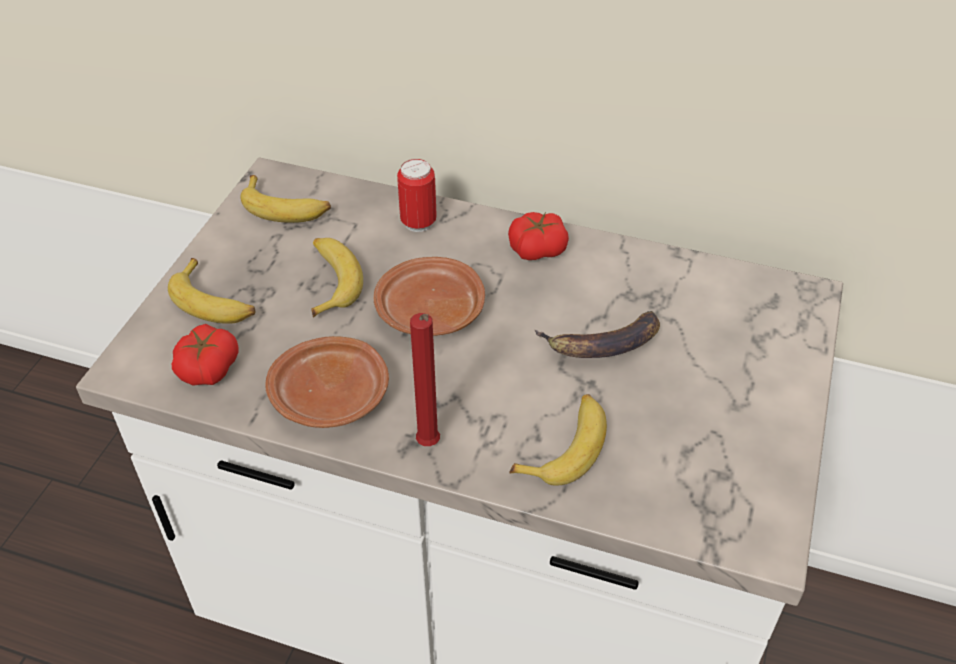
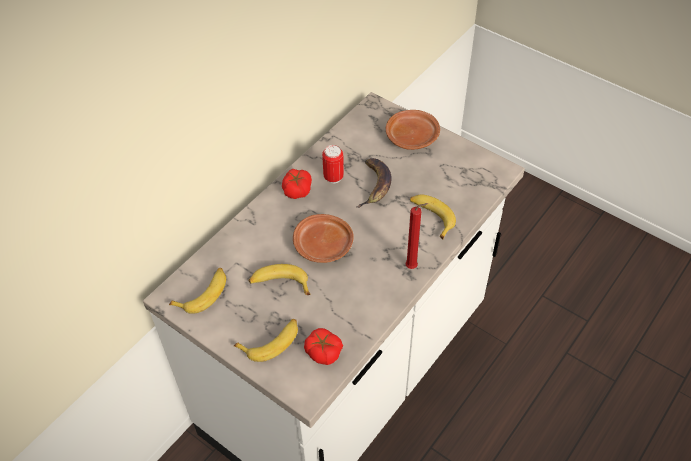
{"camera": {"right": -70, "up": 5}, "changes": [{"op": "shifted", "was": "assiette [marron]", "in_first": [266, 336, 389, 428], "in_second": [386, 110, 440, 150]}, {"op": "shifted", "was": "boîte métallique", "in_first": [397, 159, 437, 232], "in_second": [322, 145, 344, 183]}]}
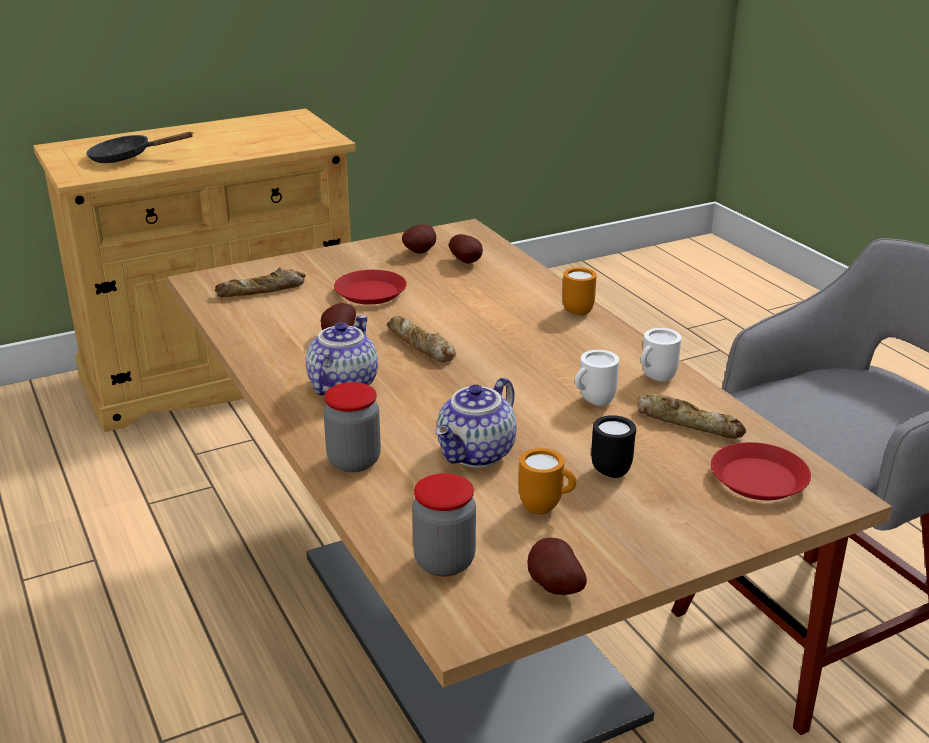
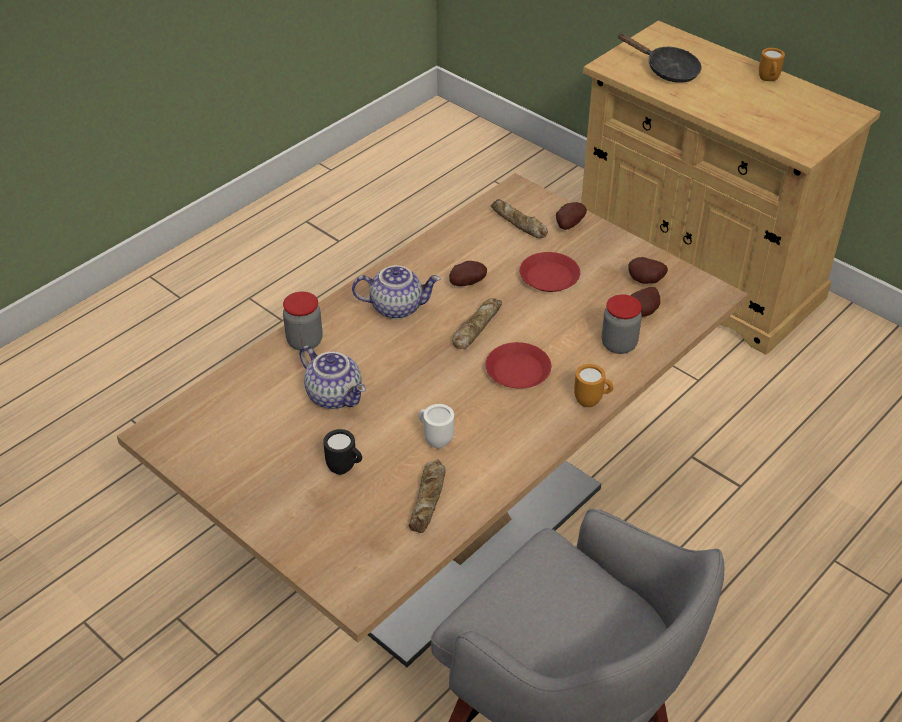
{"camera": {"right": 70, "up": 15}, "changes": [{"op": "gone", "was": "mug [blanc]", "in_first": [641, 328, 681, 382]}, {"op": "shifted", "was": "bocal", "in_first": [412, 473, 476, 577], "in_second": [602, 294, 642, 354]}, {"op": "shifted", "was": "mug [orange]", "in_first": [519, 448, 576, 514], "in_second": [759, 48, 785, 81]}, {"op": "shifted", "was": "pomme de terre", "in_first": [528, 538, 587, 595], "in_second": [556, 202, 587, 230]}, {"op": "shifted", "was": "assiette [rouge]", "in_first": [711, 442, 811, 500], "in_second": [486, 342, 551, 389]}, {"op": "rotated", "was": "poêle [noir]", "in_first": [86, 132, 194, 163], "in_second": [618, 33, 701, 83], "clockwise": 150}, {"op": "rotated", "was": "théière", "in_first": [435, 377, 516, 468], "in_second": [300, 346, 366, 409], "clockwise": -150}]}
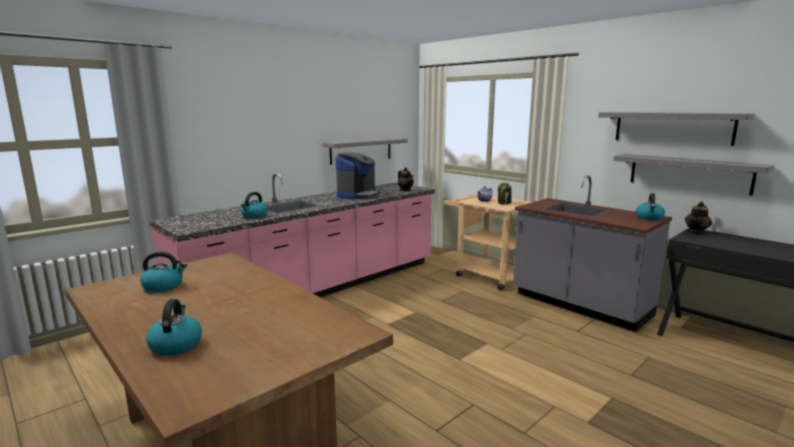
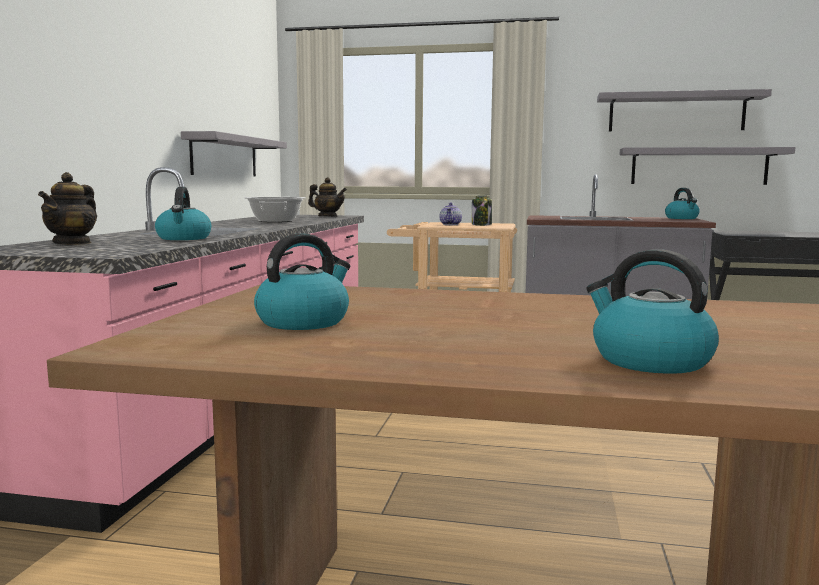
{"camera": {"right": -35, "up": -5}, "changes": [{"op": "shifted", "was": "théière", "in_first": [685, 201, 712, 235], "in_second": [38, 172, 97, 245]}, {"op": "swapped", "was": "machine à café", "now": "marmite", "in_first": [335, 153, 380, 200], "in_second": [245, 197, 305, 222]}]}
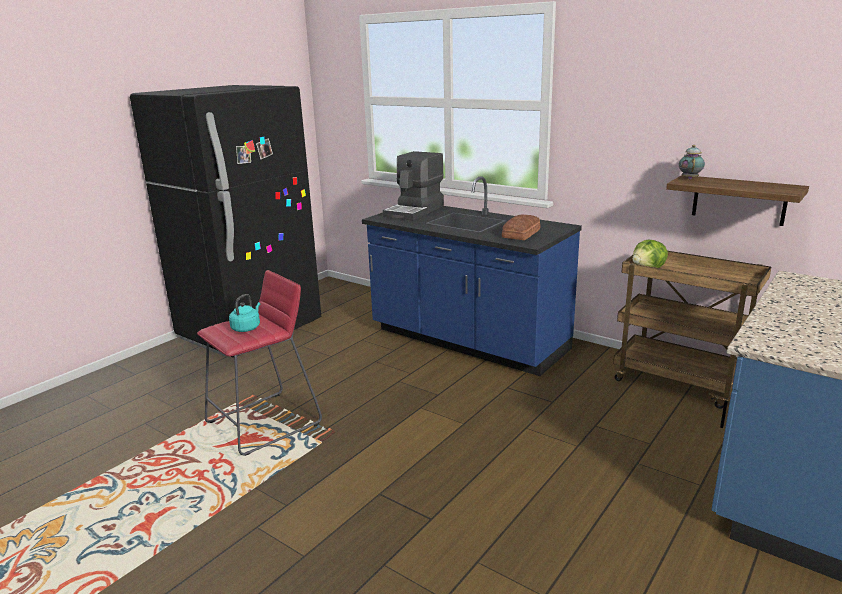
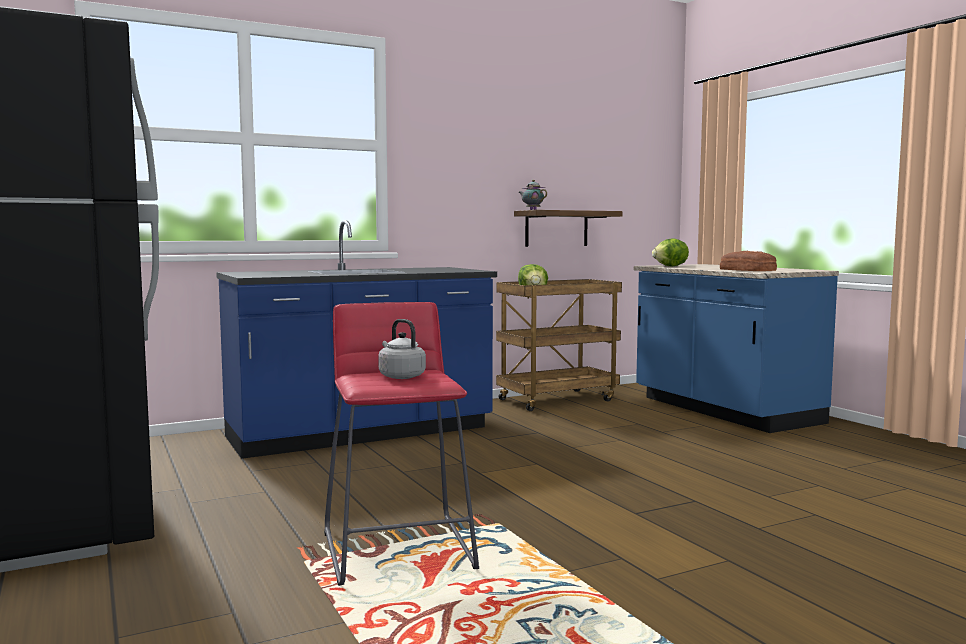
{"camera": {"right": -65, "up": -15}, "changes": [{"op": "gone", "was": "machine à café", "in_first": [383, 151, 444, 221]}, {"op": "new", "now": "laitue", "in_second": [652, 238, 689, 267]}, {"op": "shifted", "was": "pain", "in_first": [502, 215, 540, 240], "in_second": [720, 251, 777, 271]}, {"op": "repainted", "was": "bouilloire [turquoise]", "now": "bouilloire [gris]", "in_first": [229, 294, 260, 332], "in_second": [378, 319, 426, 379]}]}
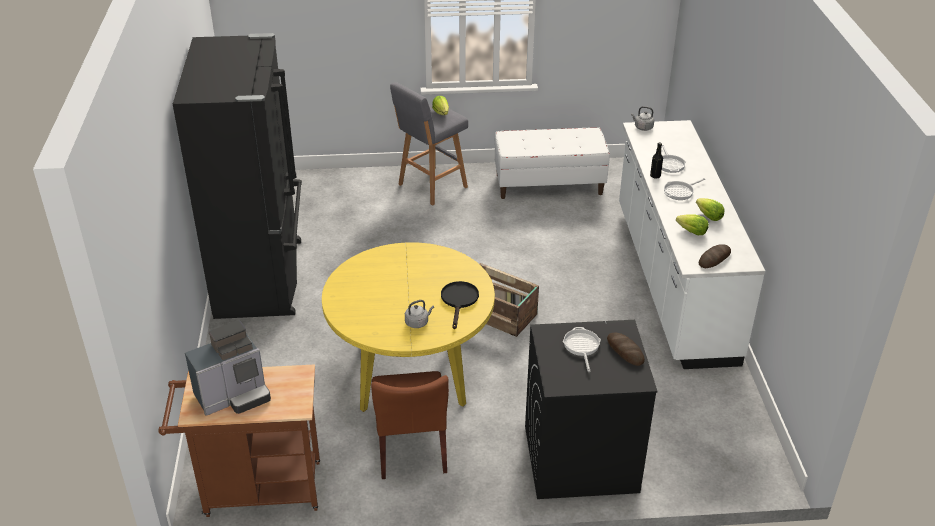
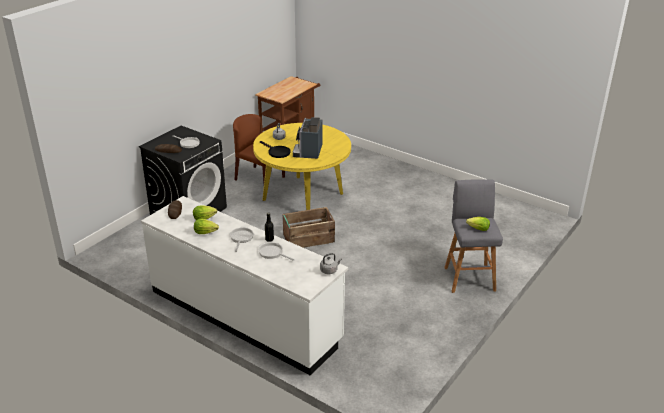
{"camera": {"right": 130, "up": -5}, "changes": [{"op": "gone", "was": "réfrigérateur [noir]", "in_first": [173, 33, 302, 319]}, {"op": "gone", "was": "banc [blanc]", "in_first": [495, 127, 610, 199]}, {"op": "shifted", "was": "machine à café", "in_first": [185, 320, 271, 416], "in_second": [293, 117, 323, 159]}]}
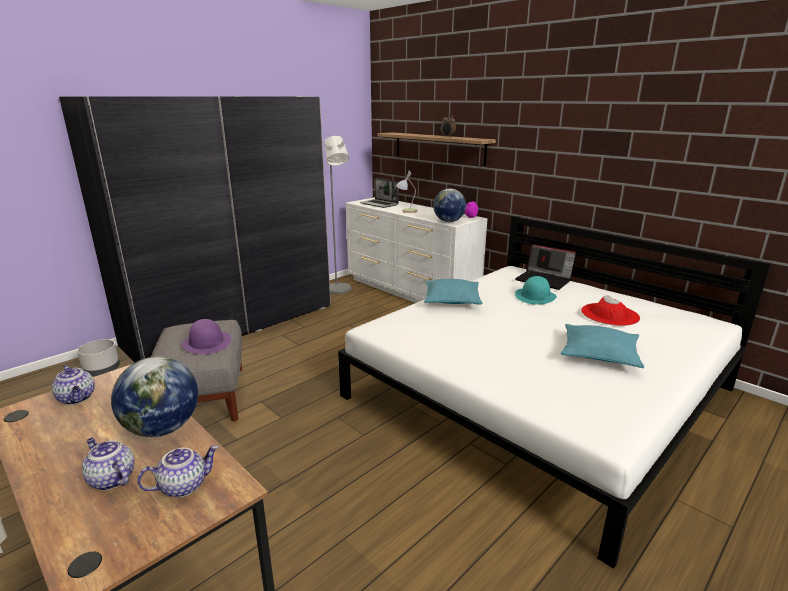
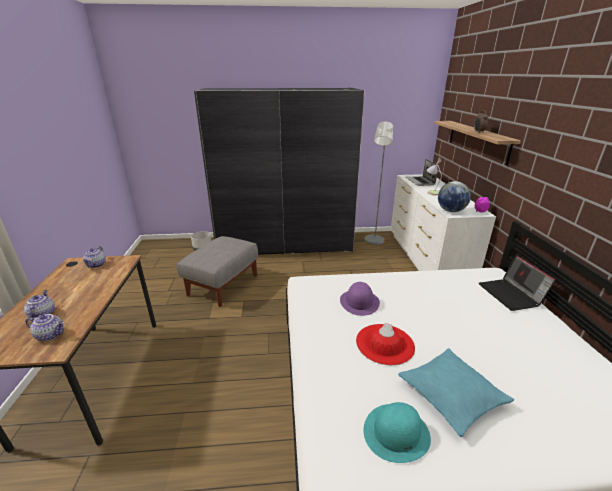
{"camera": {"right": 40, "up": 5}, "changes": [{"op": "gone", "was": "globe", "in_first": [111, 356, 198, 437]}, {"op": "gone", "was": "coussin [turquoise]", "in_first": [424, 279, 483, 305]}, {"op": "shifted", "was": "chapeau [violet]", "in_first": [181, 319, 231, 355], "in_second": [340, 282, 380, 316]}, {"op": "shifted", "was": "chapeau [turquoise]", "in_first": [515, 276, 557, 305], "in_second": [363, 402, 431, 463]}, {"op": "shifted", "was": "chapeau [rouge]", "in_first": [581, 295, 640, 326], "in_second": [356, 323, 415, 365]}]}
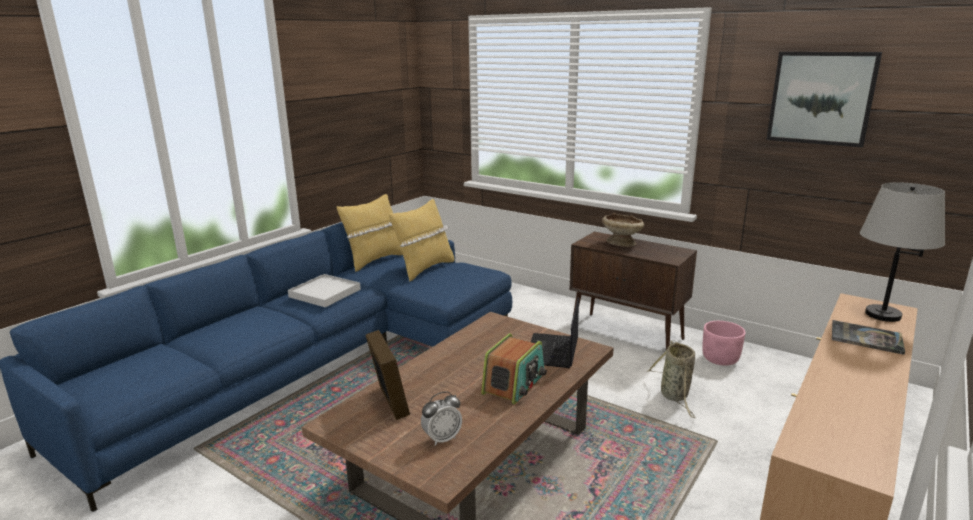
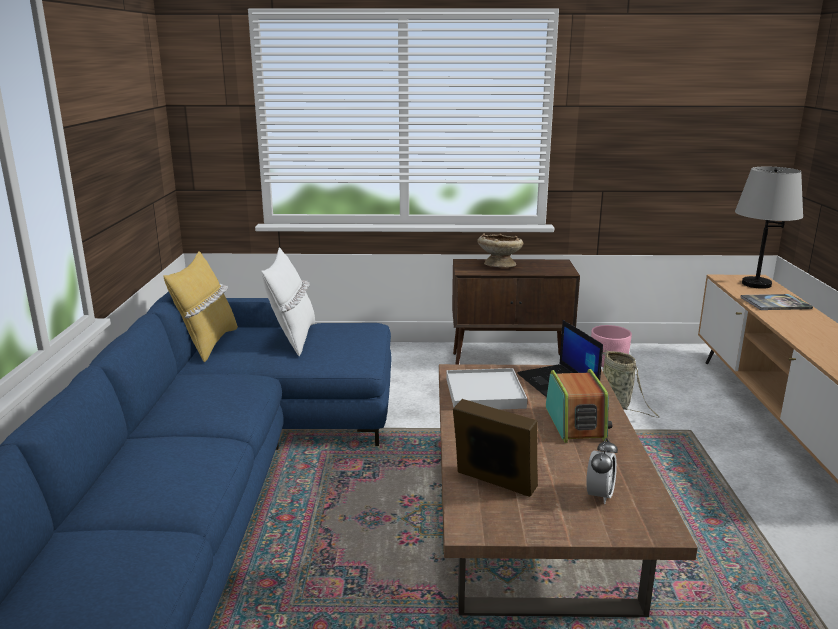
{"camera": {"right": -35, "up": 0}, "changes": [{"op": "gone", "was": "tableau", "in_first": [766, 52, 882, 148]}, {"op": "shifted", "was": "plateau [blanc]", "in_first": [288, 274, 361, 307], "in_second": [446, 368, 527, 410]}, {"op": "repainted", "was": "coussin [jaune]", "now": "coussin [blanc]", "in_first": [389, 199, 455, 282], "in_second": [261, 247, 315, 356]}]}
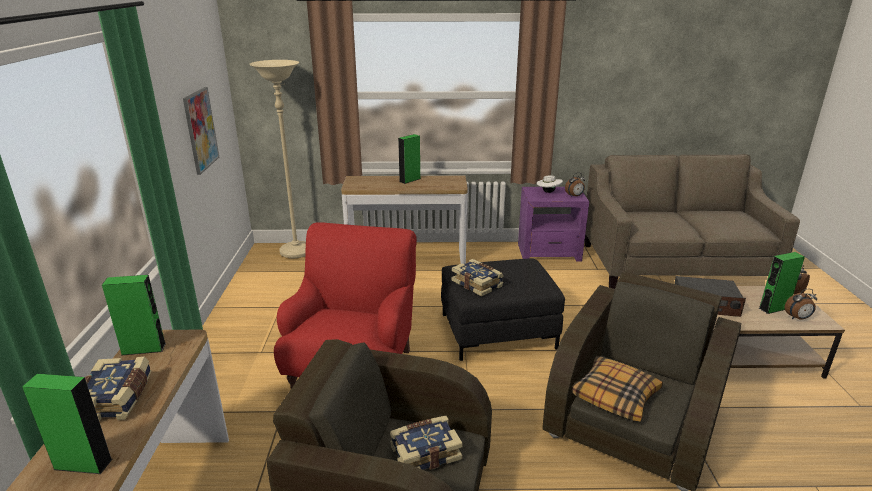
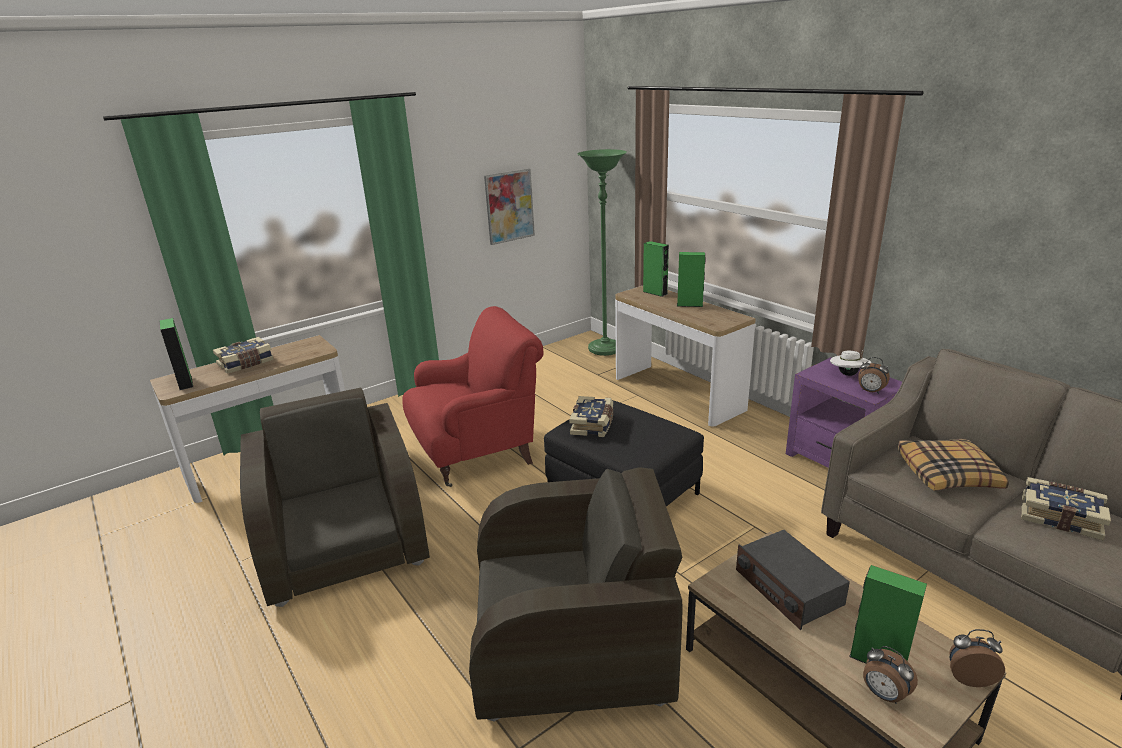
{"camera": {"right": 55, "up": 0}, "changes": [{"op": "shifted", "was": "enceinte [vert]", "in_first": [102, 275, 166, 356], "in_second": [643, 241, 669, 297]}, {"op": "shifted", "was": "livre", "in_first": [390, 416, 463, 470], "in_second": [1021, 477, 1111, 540]}, {"op": "shifted", "was": "coussin", "in_first": [572, 356, 663, 422], "in_second": [898, 438, 1009, 490]}, {"op": "repainted", "was": "lampadaire [beige]", "now": "lampadaire [vert]", "in_first": [250, 60, 306, 258], "in_second": [578, 149, 627, 356]}]}
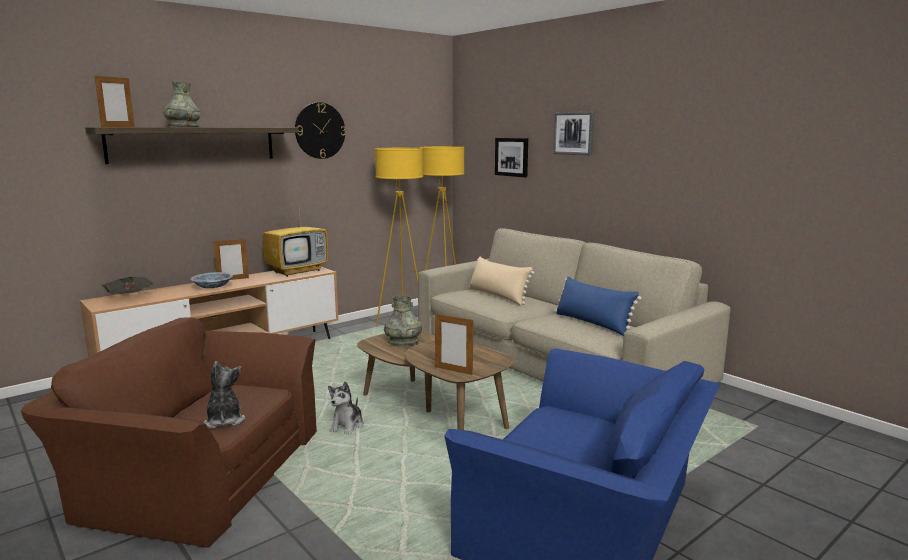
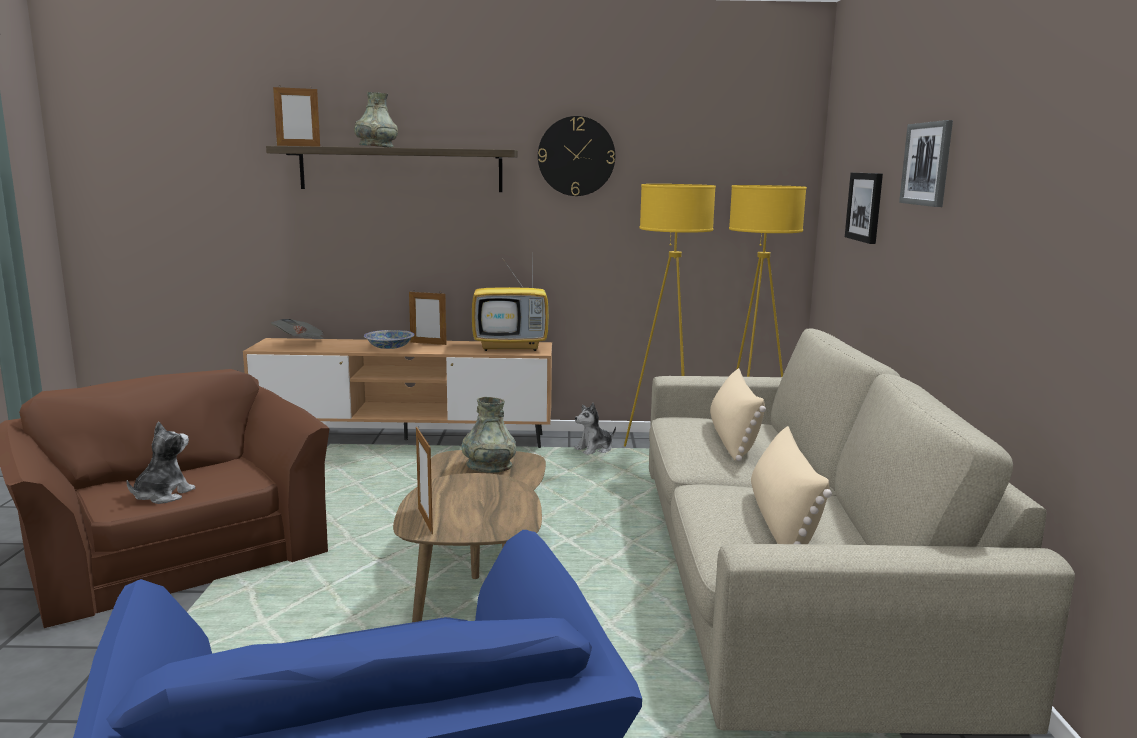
{"camera": {"right": 40, "up": 0}, "changes": [{"op": "shifted", "was": "peluche", "in_first": [328, 381, 363, 435], "in_second": [574, 403, 616, 455]}, {"op": "repainted", "was": "coussin [bleu]", "now": "coussin [beige]", "in_first": [555, 277, 641, 336], "in_second": [751, 426, 832, 544]}]}
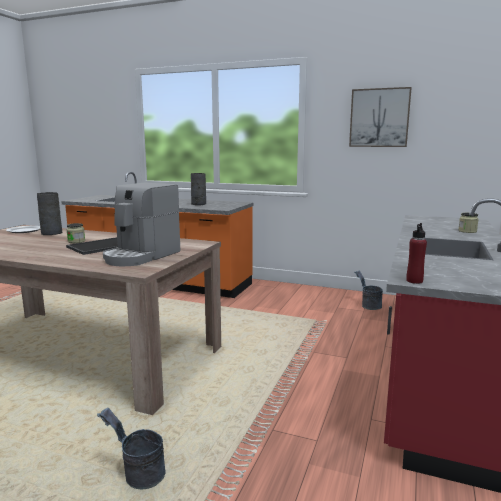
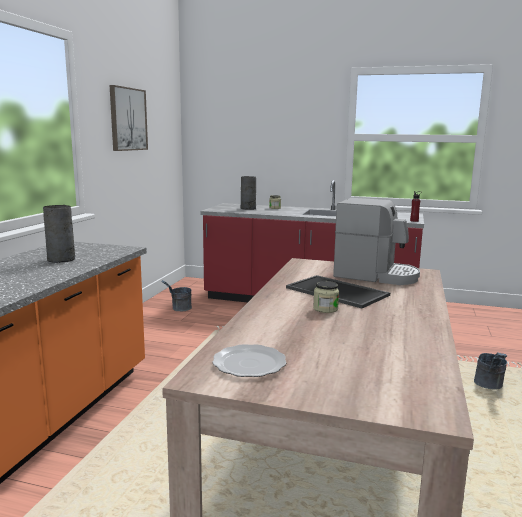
{"camera": {"right": -95, "up": 0}, "changes": [{"op": "shifted", "was": "vase [gris]", "in_first": [37, 192, 63, 235], "in_second": [241, 176, 256, 210]}]}
